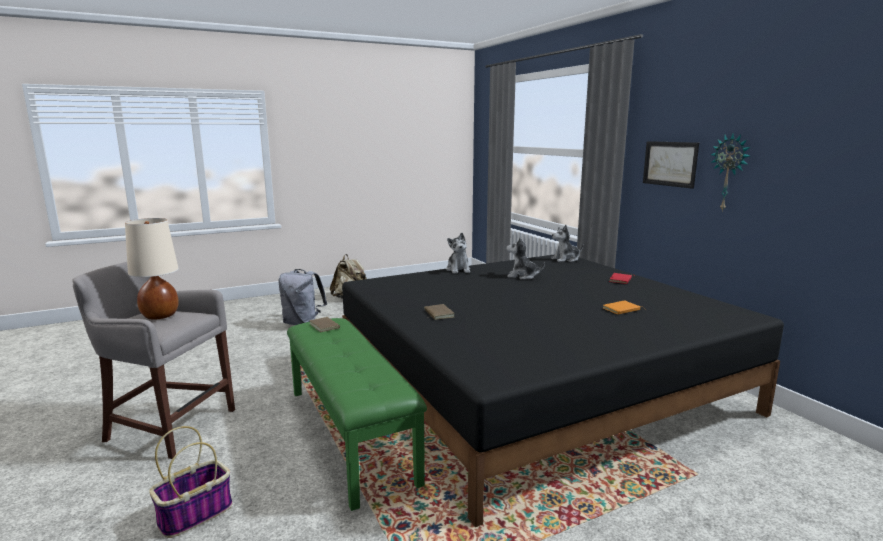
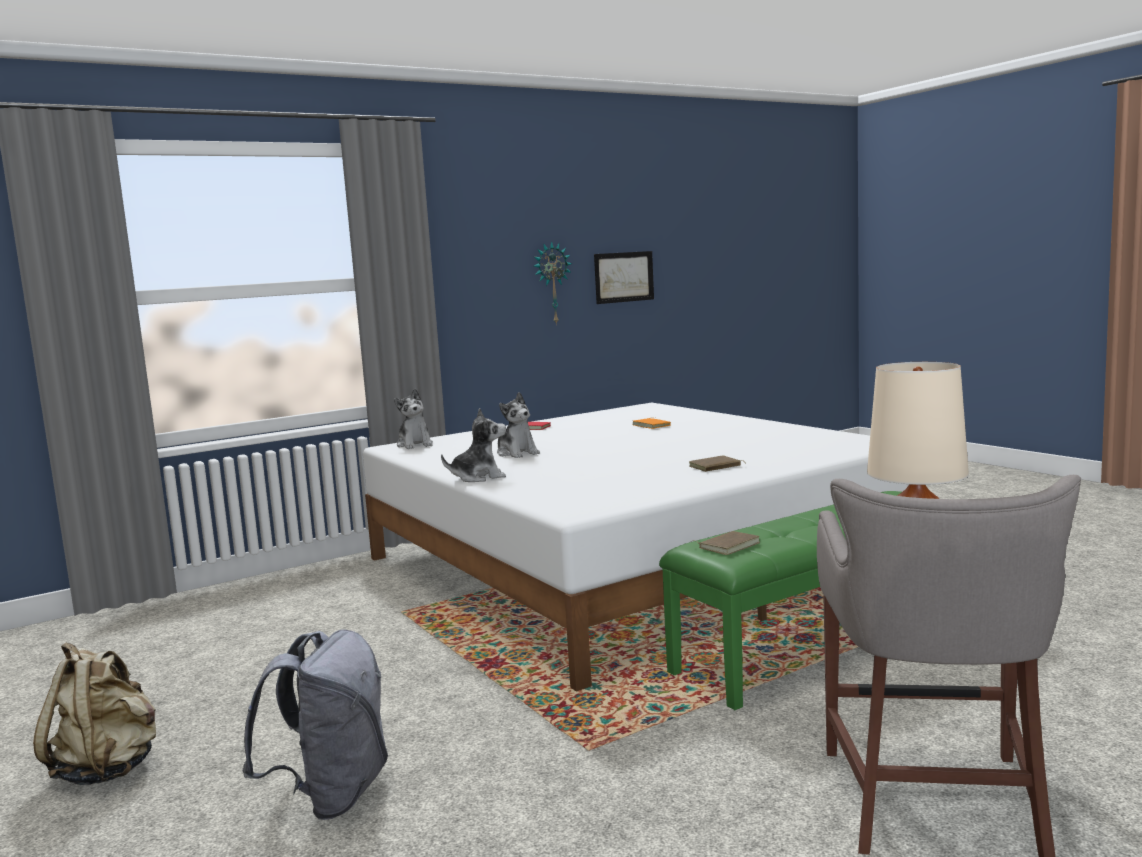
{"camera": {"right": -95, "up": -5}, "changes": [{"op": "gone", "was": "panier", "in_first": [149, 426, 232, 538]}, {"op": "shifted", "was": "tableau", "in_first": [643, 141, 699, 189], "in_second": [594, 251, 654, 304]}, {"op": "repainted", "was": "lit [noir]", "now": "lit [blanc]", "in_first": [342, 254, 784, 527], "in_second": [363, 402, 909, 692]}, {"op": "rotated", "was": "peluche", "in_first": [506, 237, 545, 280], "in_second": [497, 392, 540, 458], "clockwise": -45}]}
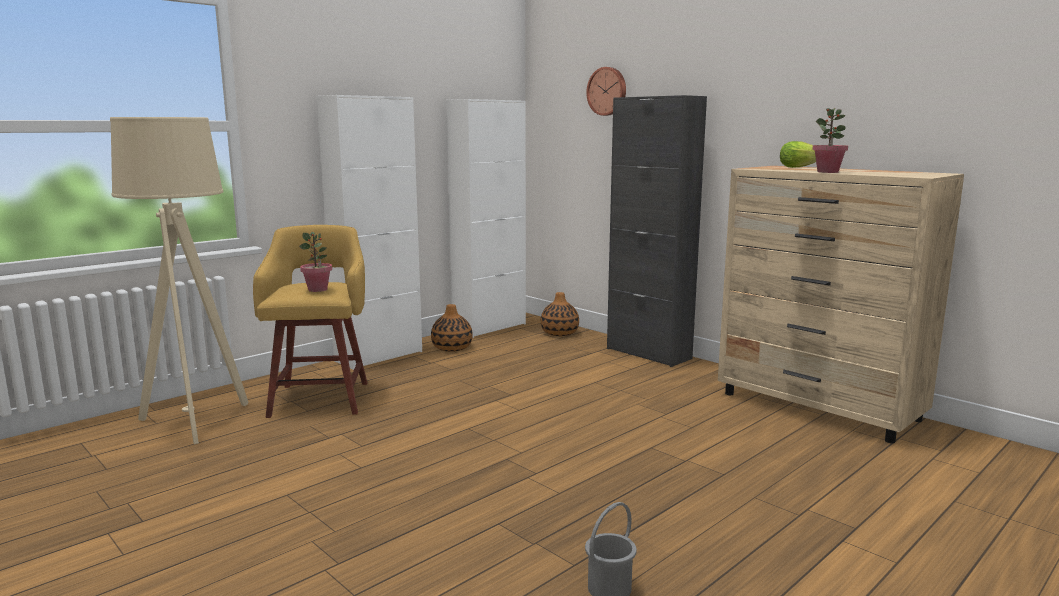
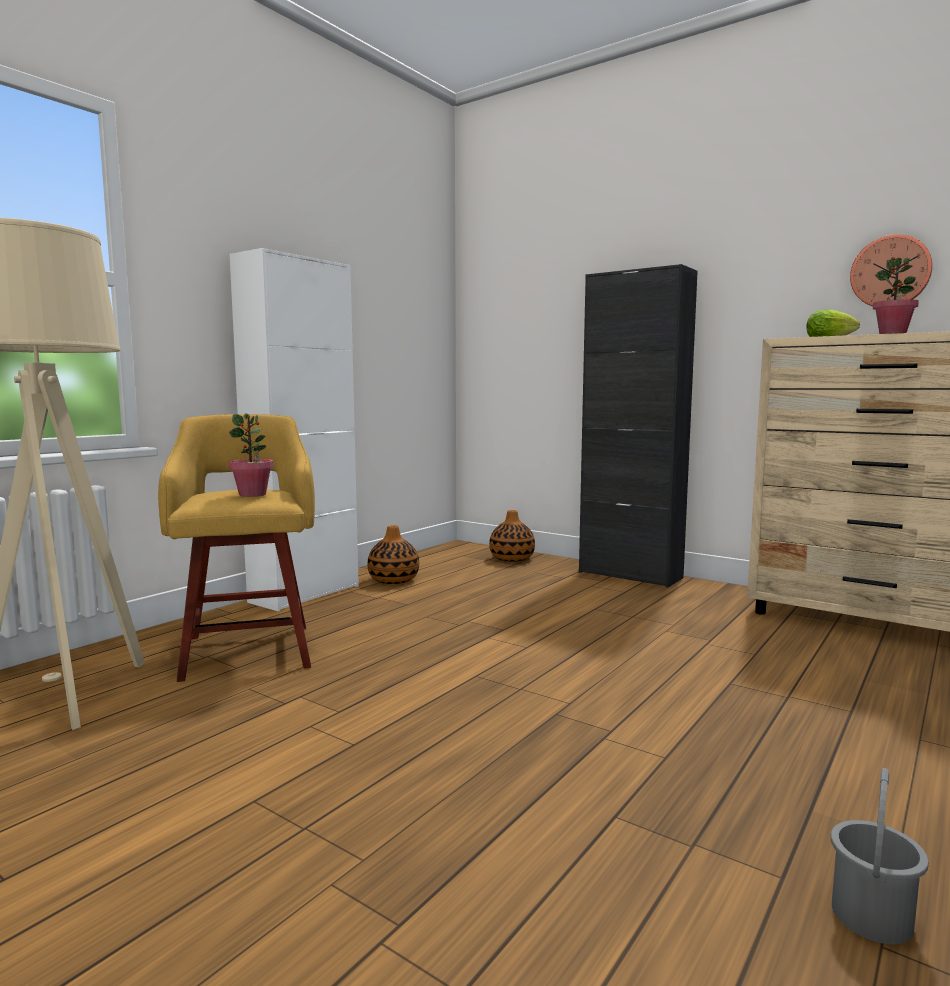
{"camera": {"right": -10, "up": -5}, "changes": [{"op": "gone", "was": "meuble de rangement [blanc]", "in_first": [446, 99, 526, 338]}, {"op": "shifted", "was": "horloge murale", "in_first": [586, 67, 626, 116], "in_second": [850, 234, 933, 307]}]}
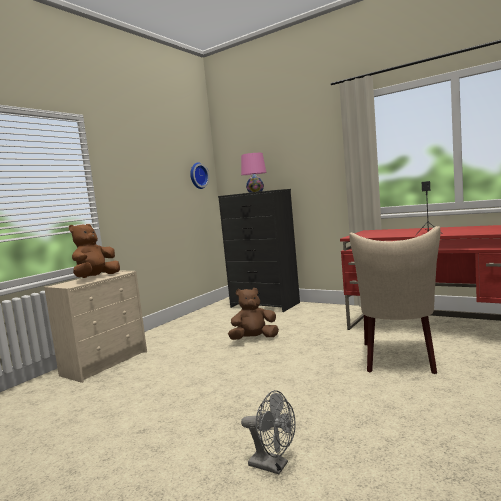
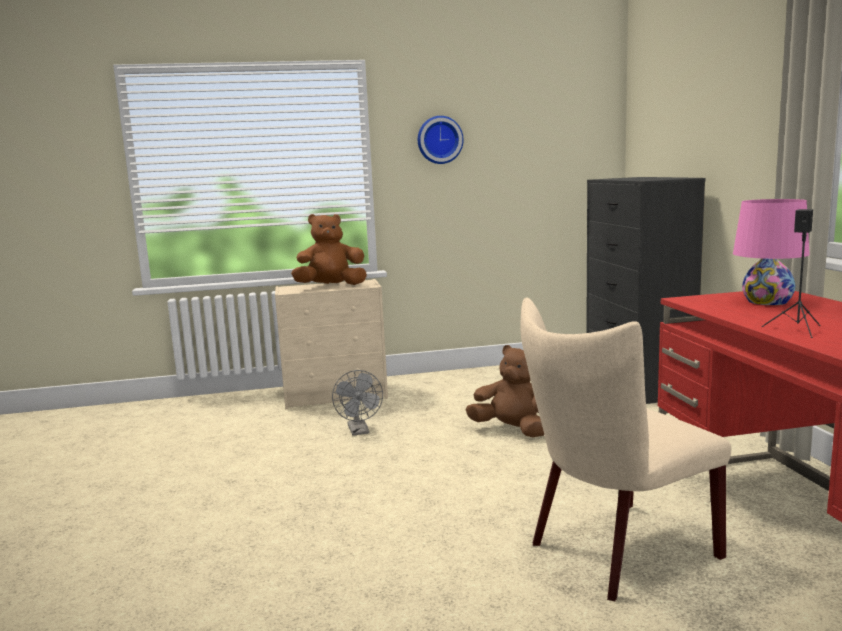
{"camera": {"right": 45, "up": 5}, "changes": [{"op": "shifted", "was": "horloge murale", "in_first": [190, 162, 209, 189], "in_second": [418, 116, 464, 164]}, {"op": "shifted", "was": "lampe de table [rose]", "in_first": [241, 153, 267, 193], "in_second": [733, 199, 810, 305]}, {"op": "shifted", "was": "ventilateur [gris]", "in_first": [241, 390, 296, 474], "in_second": [332, 370, 383, 436]}]}
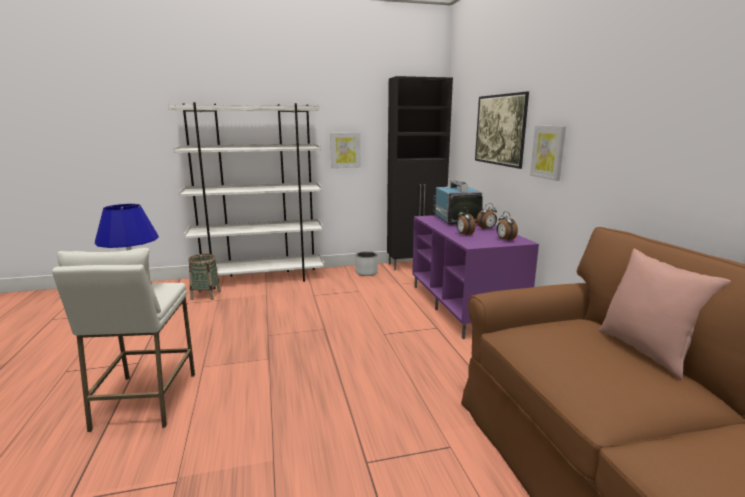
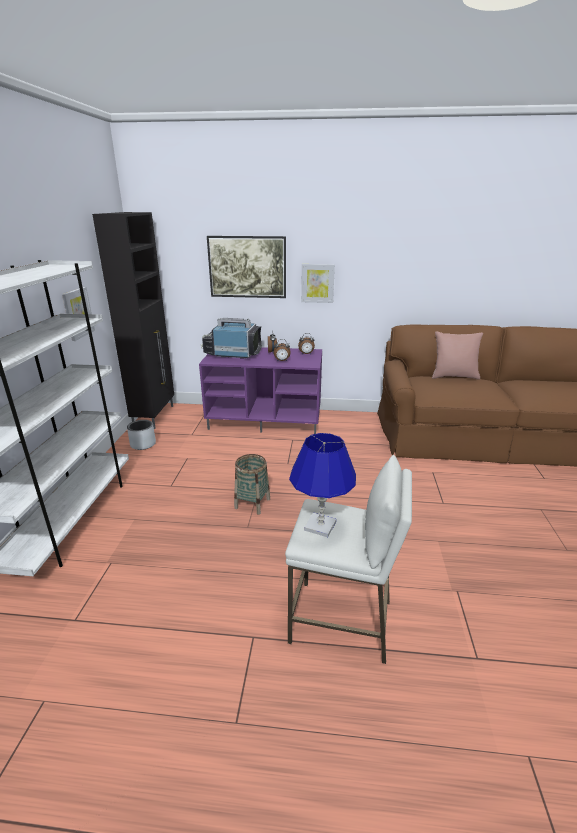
{"camera": {"right": -70, "up": 10}, "changes": [{"op": "shifted", "was": "panier", "in_first": [188, 254, 221, 300], "in_second": [234, 454, 270, 515]}]}
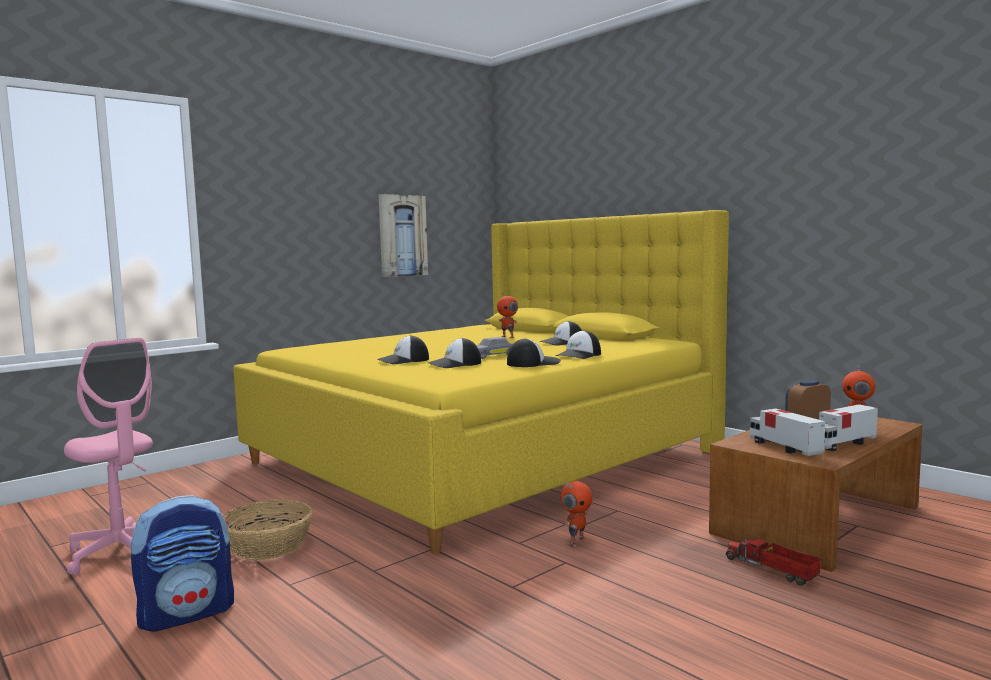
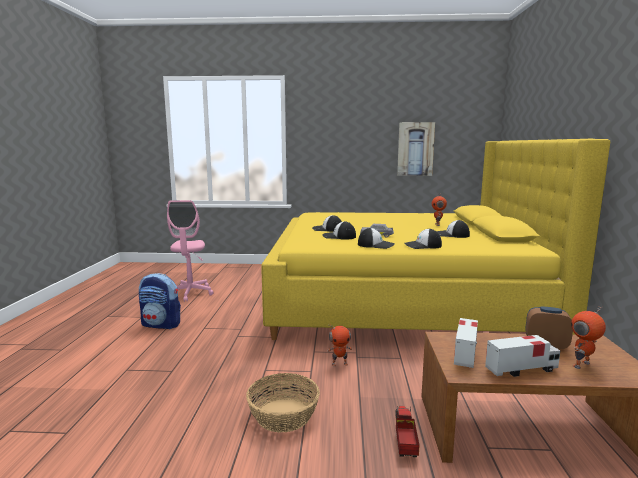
{"camera": {"right": 45, "up": 5}, "changes": [{"op": "shifted", "was": "panier", "in_first": [223, 499, 313, 560], "in_second": [246, 373, 320, 432]}, {"op": "rotated", "was": "camion jouet", "in_first": [819, 404, 878, 451], "in_second": [485, 335, 560, 377], "clockwise": 150}]}
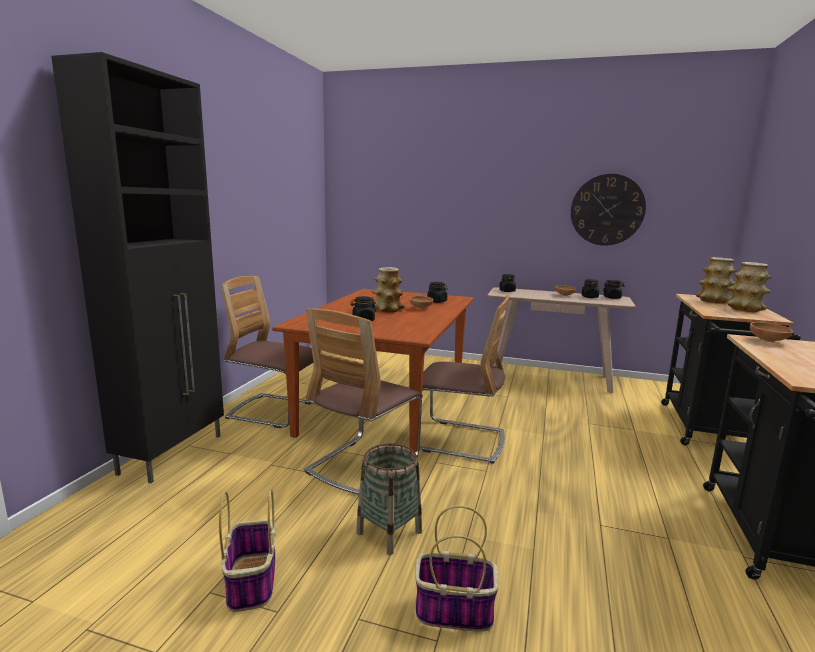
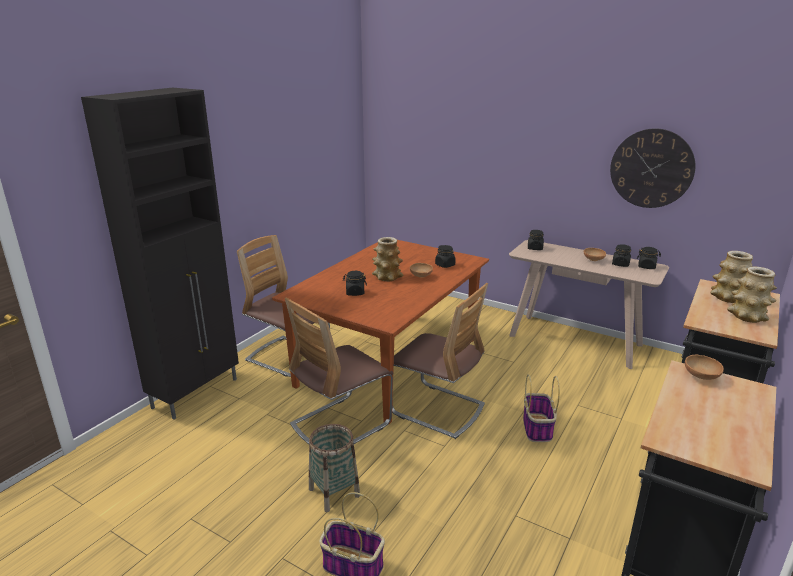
{"camera": {"right": 15, "up": 10}, "changes": [{"op": "shifted", "was": "panier", "in_first": [219, 488, 276, 612], "in_second": [523, 374, 560, 442]}]}
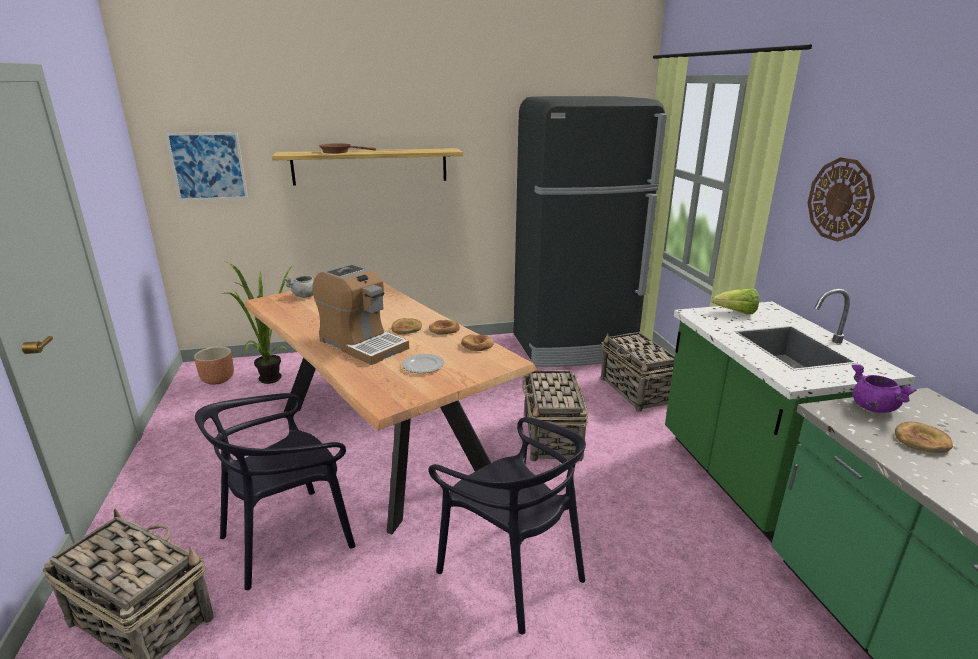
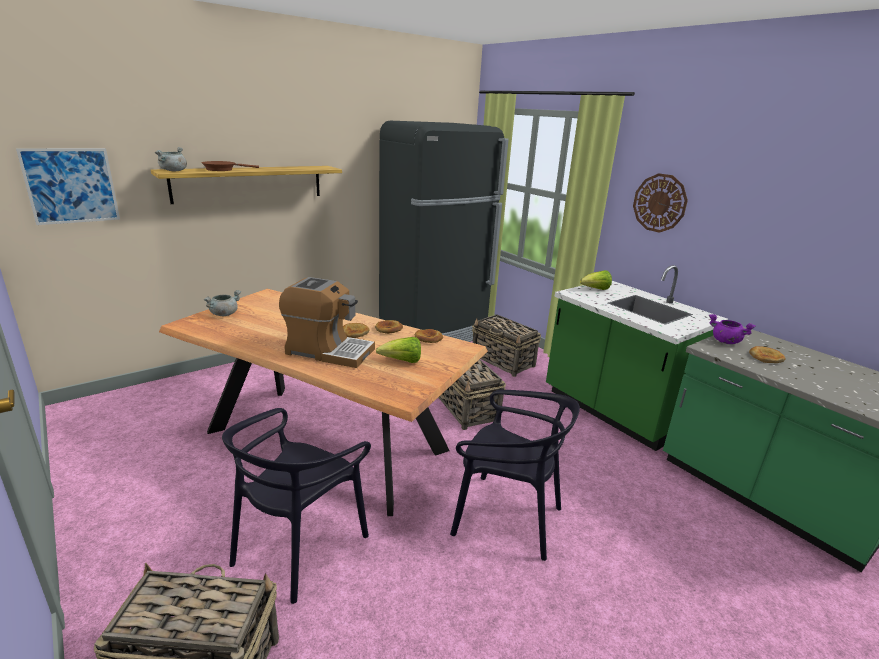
{"camera": {"right": -25, "up": 0}, "changes": [{"op": "gone", "was": "cache-pot [marron]", "in_first": [194, 346, 234, 385]}, {"op": "gone", "was": "plante en pot", "in_first": [221, 262, 292, 384]}, {"op": "new", "now": "marmite [gris]", "in_second": [155, 147, 187, 171]}, {"op": "swapped", "was": "assiette", "now": "laitue", "in_first": [402, 354, 444, 373], "in_second": [376, 337, 421, 363]}]}
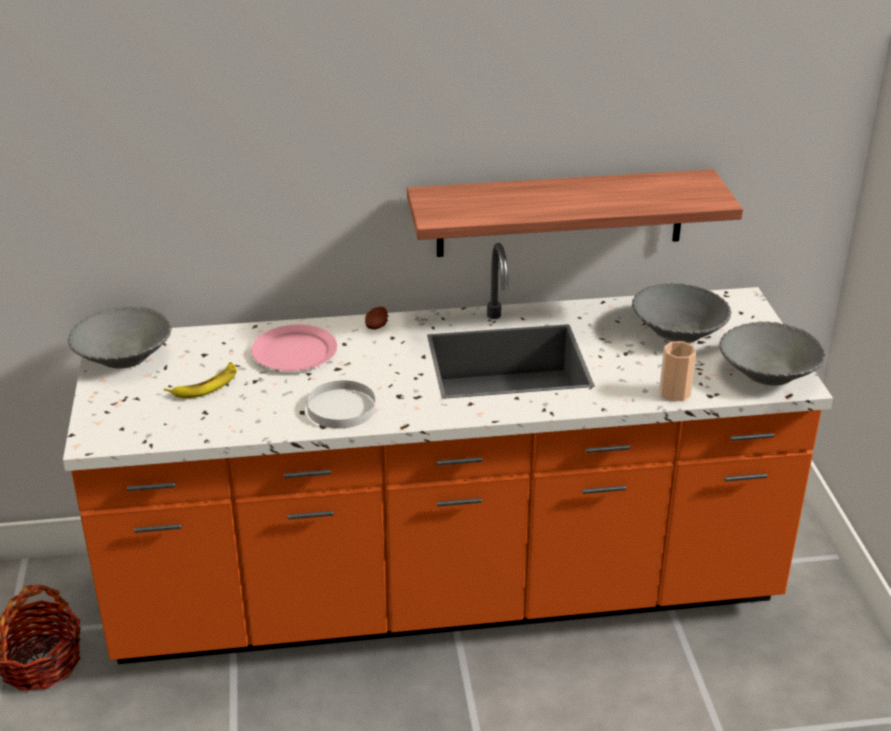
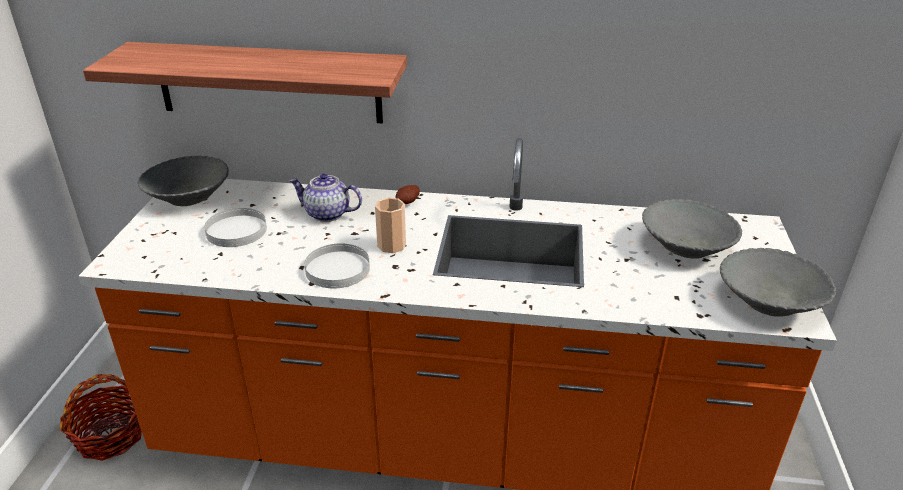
{"camera": {"right": 15, "up": 0}, "changes": [{"op": "shifted", "was": "étagère", "in_first": [407, 169, 743, 257], "in_second": [83, 42, 407, 123]}, {"op": "shifted", "was": "tasse", "in_first": [659, 341, 696, 401], "in_second": [375, 197, 406, 253]}, {"op": "swapped", "was": "banane", "now": "assiette [blanc]", "in_first": [164, 362, 237, 398], "in_second": [204, 208, 267, 247]}, {"op": "swapped", "was": "assiette [rose]", "now": "théière", "in_first": [251, 325, 337, 371], "in_second": [289, 173, 362, 222]}]}
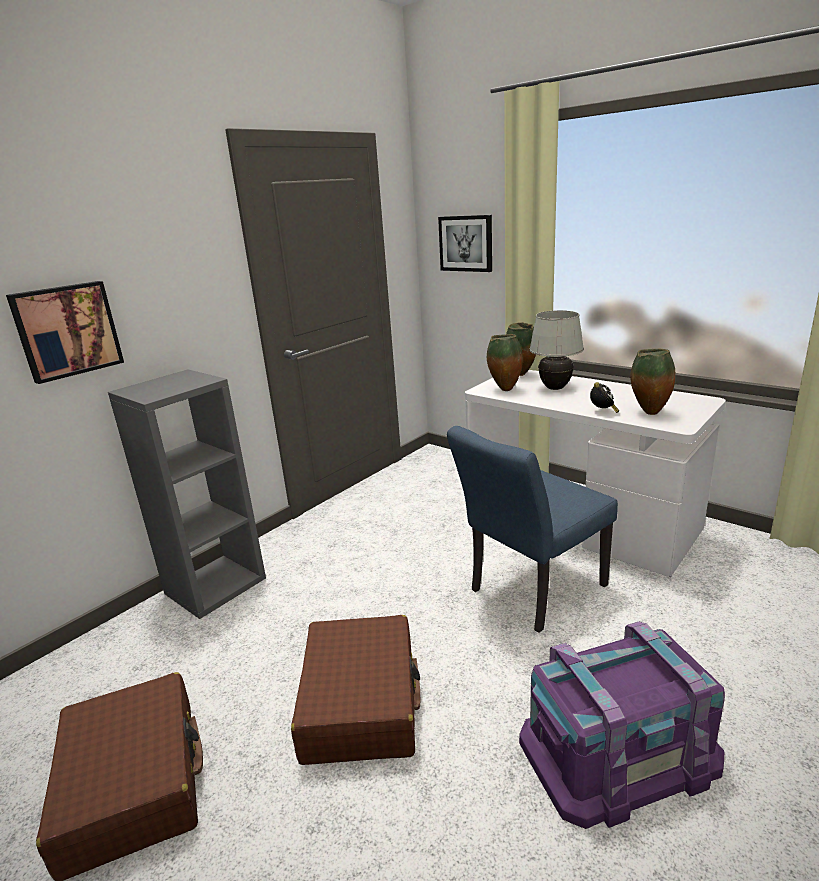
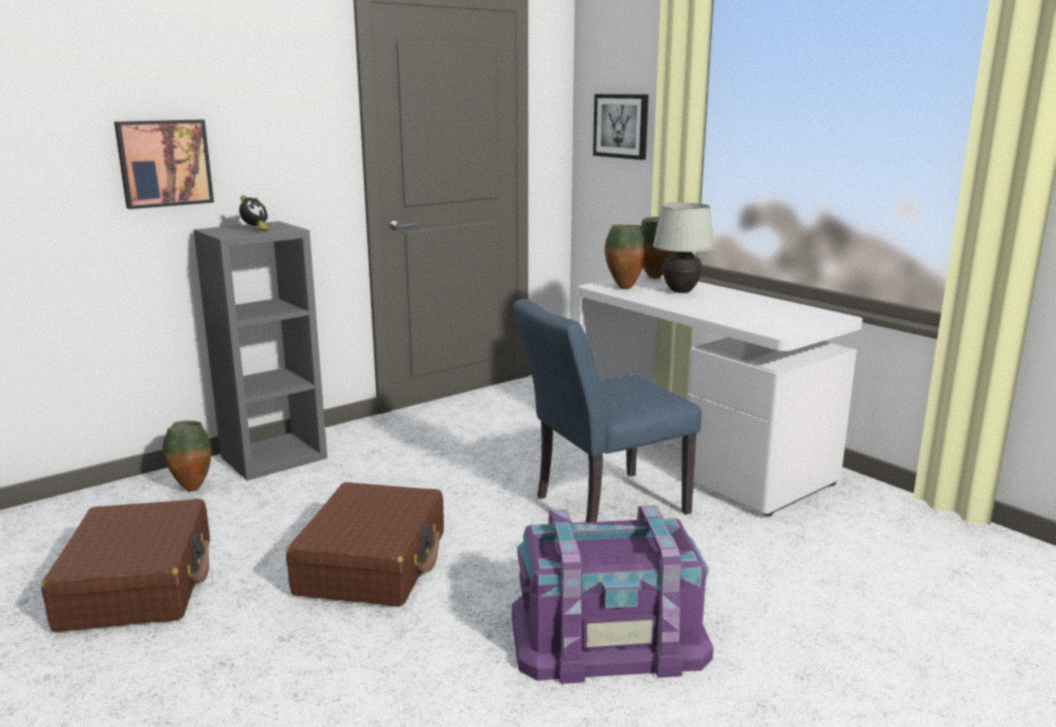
{"camera": {"right": 10, "up": -5}, "changes": [{"op": "shifted", "was": "réveil", "in_first": [590, 382, 619, 413], "in_second": [239, 195, 269, 231]}, {"op": "shifted", "was": "vase", "in_first": [630, 349, 675, 415], "in_second": [163, 421, 211, 492]}]}
